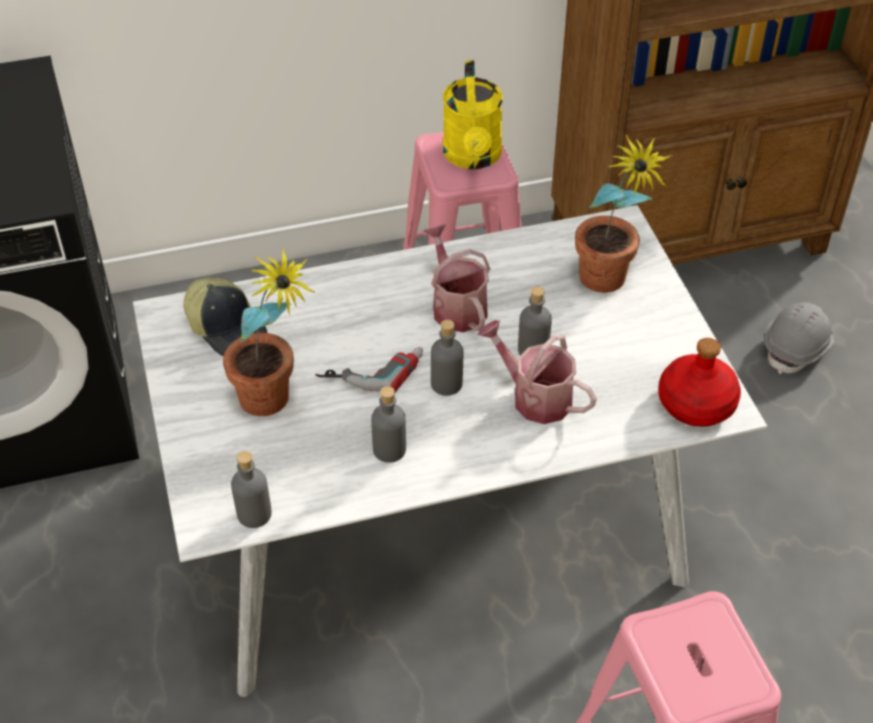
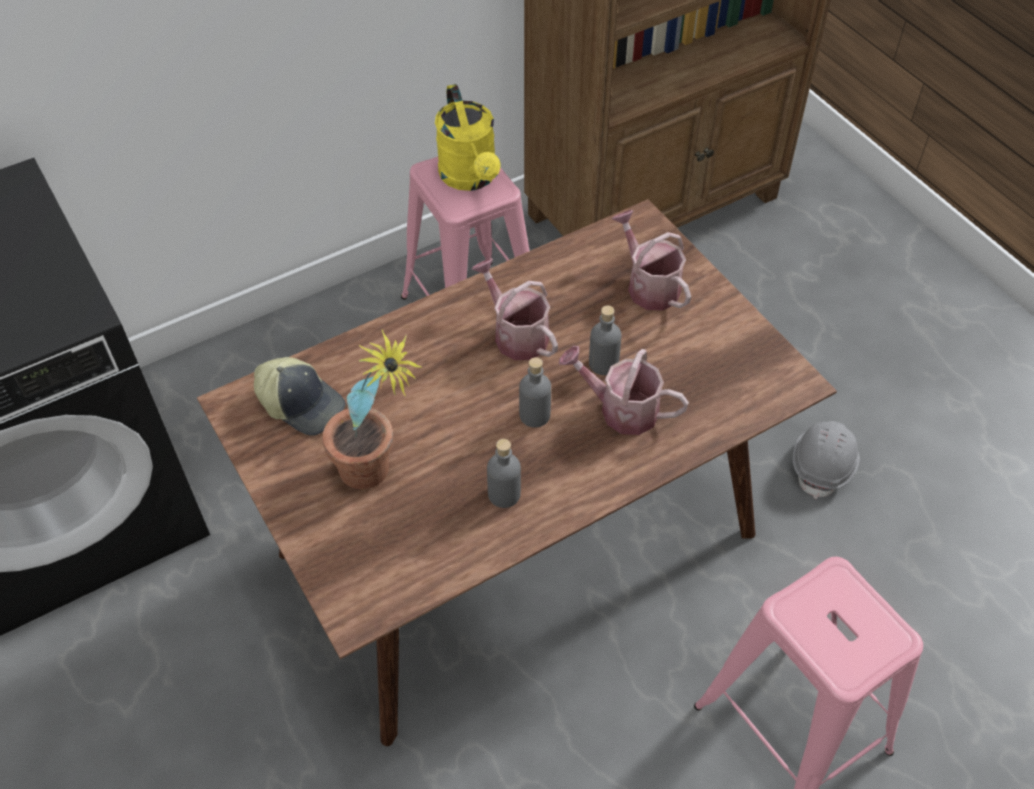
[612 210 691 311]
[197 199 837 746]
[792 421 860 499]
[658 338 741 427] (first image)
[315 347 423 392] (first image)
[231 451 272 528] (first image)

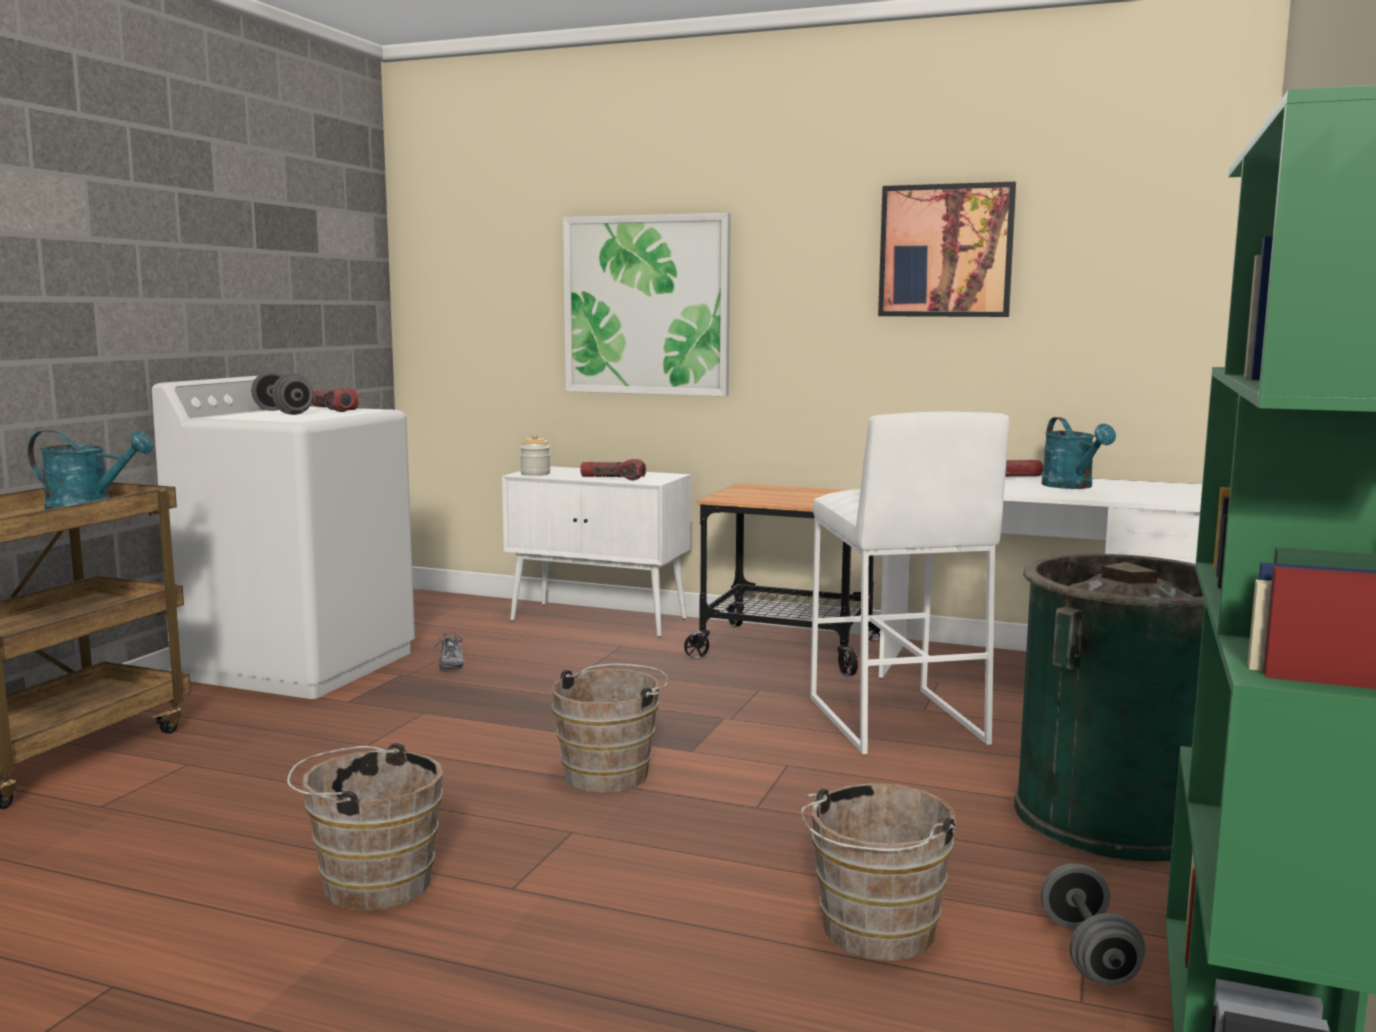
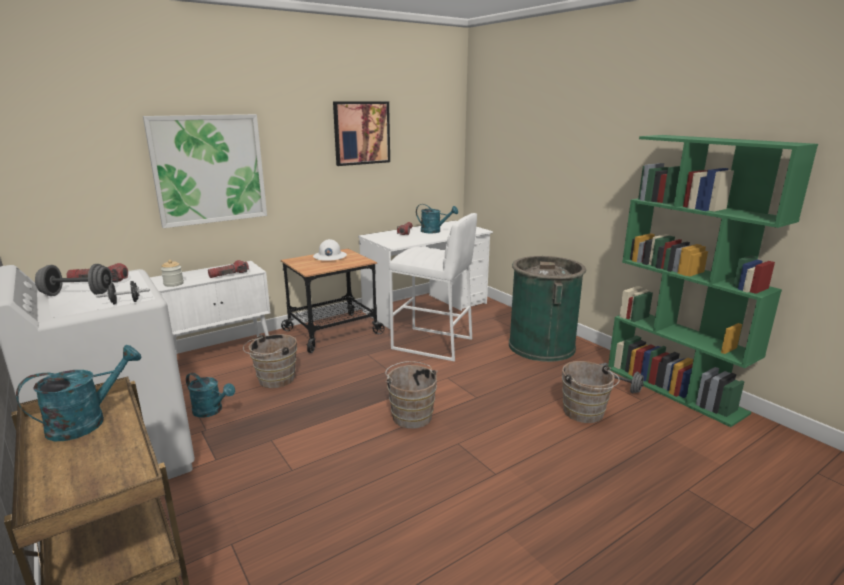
[186 373 235 418]
[243 334 297 388]
[313 239 347 261]
[96 281 150 305]

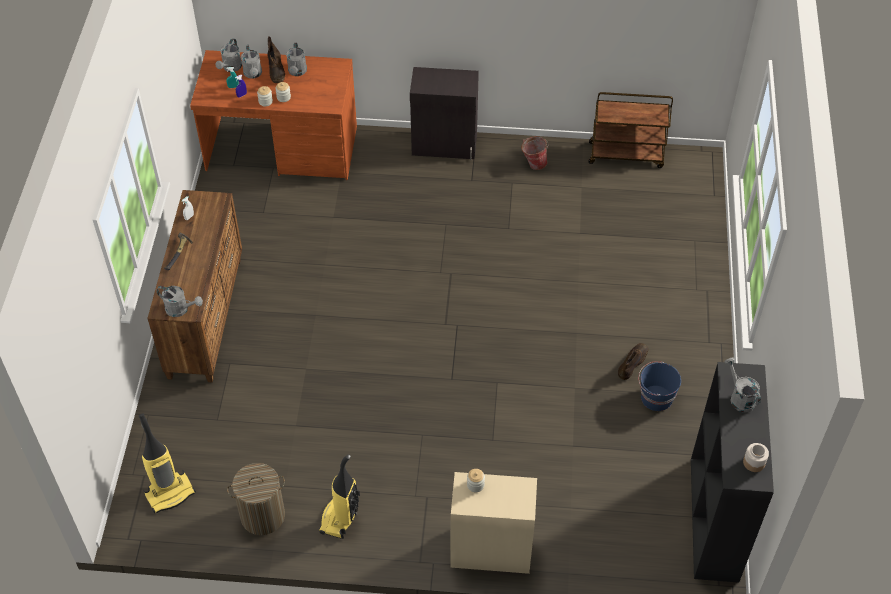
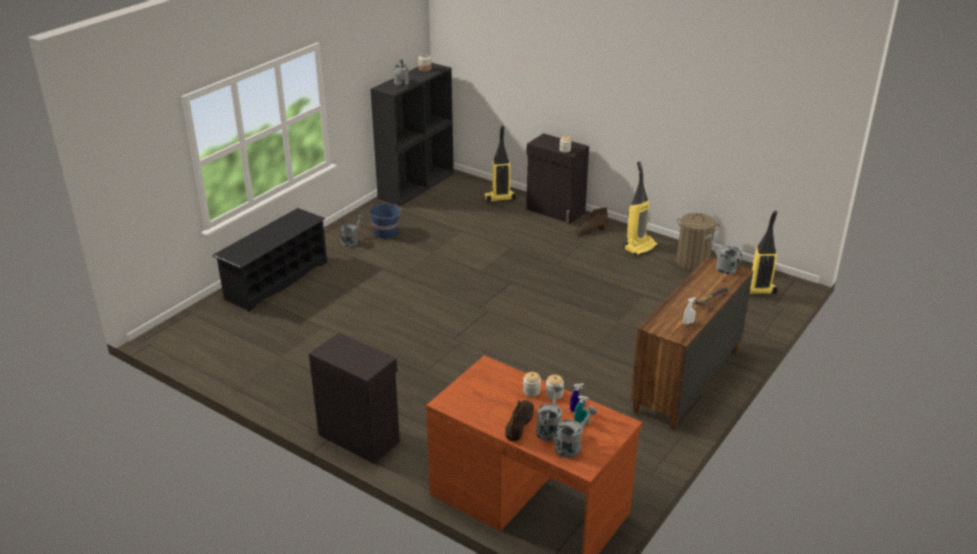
[340 215 364 247]
[588 92 673 168] (first image)
[521 136 549 170] (first image)
[575 208 608 235]
[526 133 589 224]
[483 125 516 203]
[212 208 327 312]

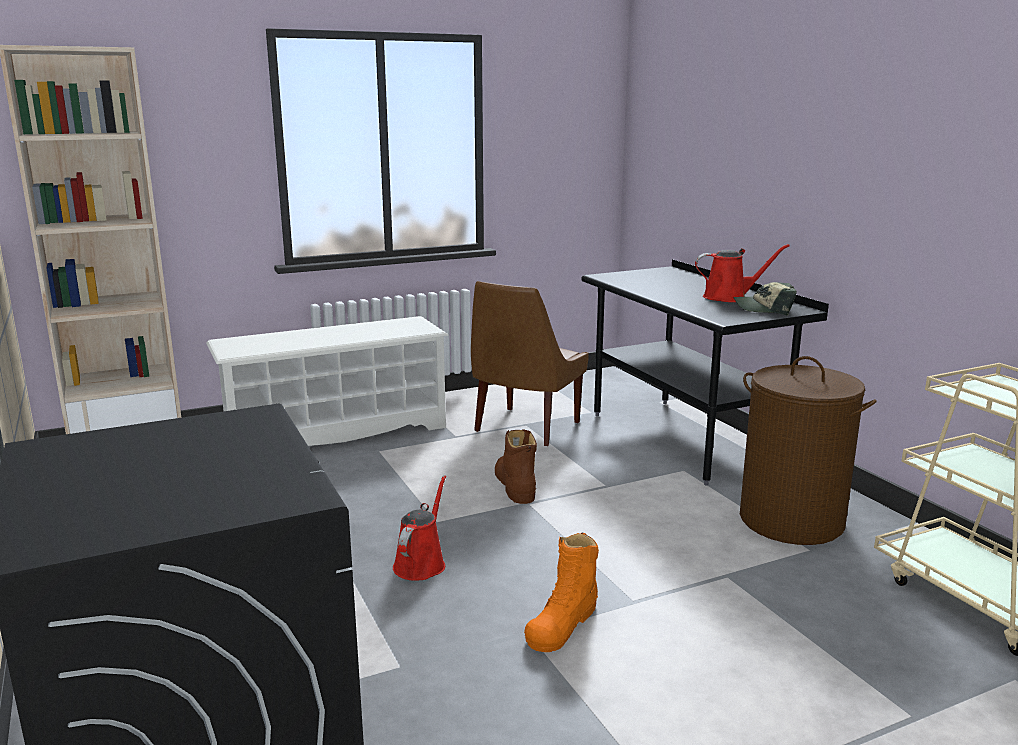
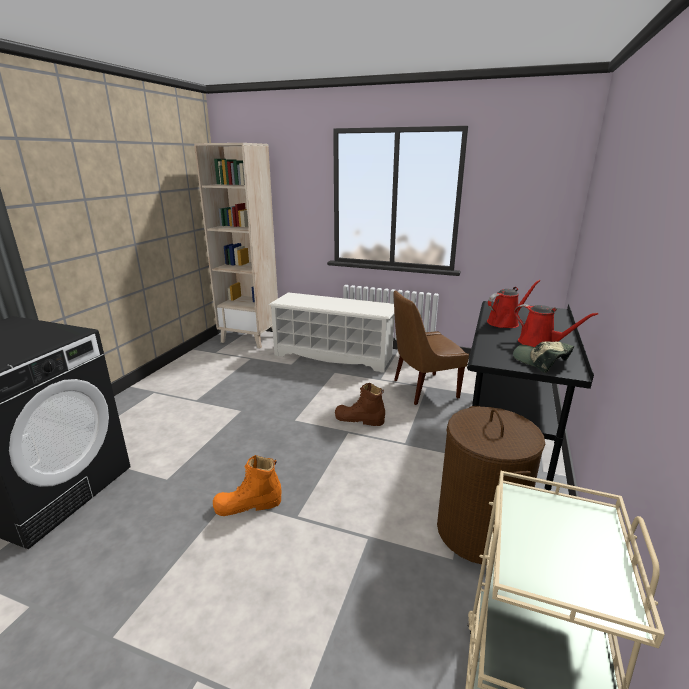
[335 383 385 426]
[487 280 540 328]

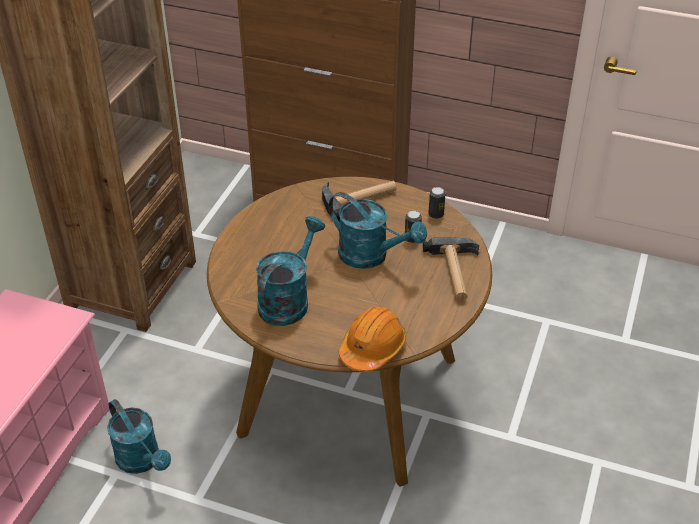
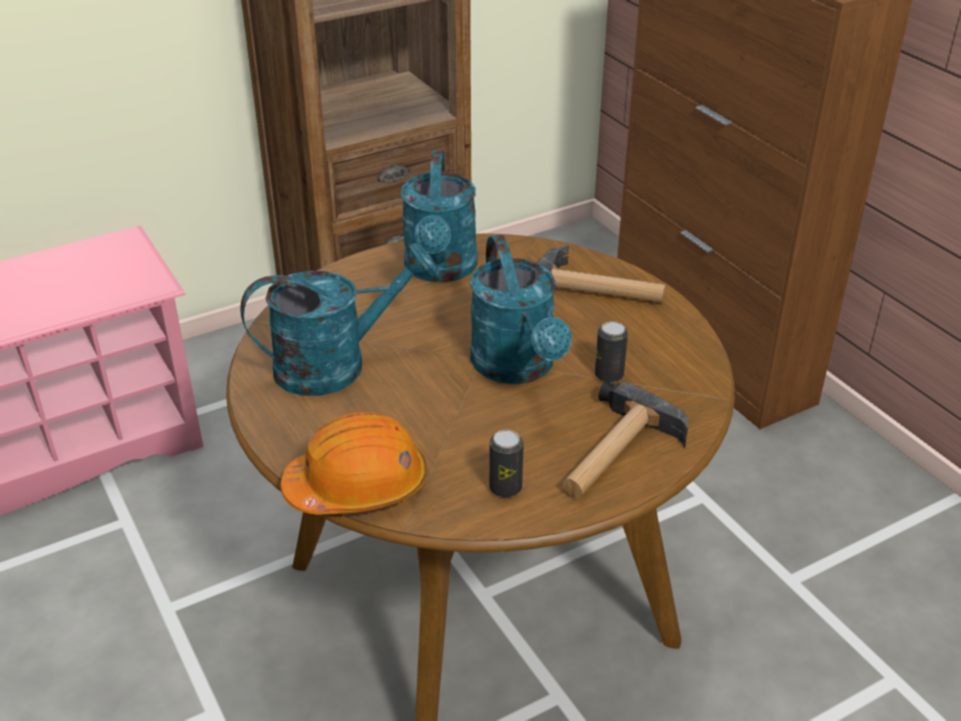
[489 430 524 497]
[401 150 478 283]

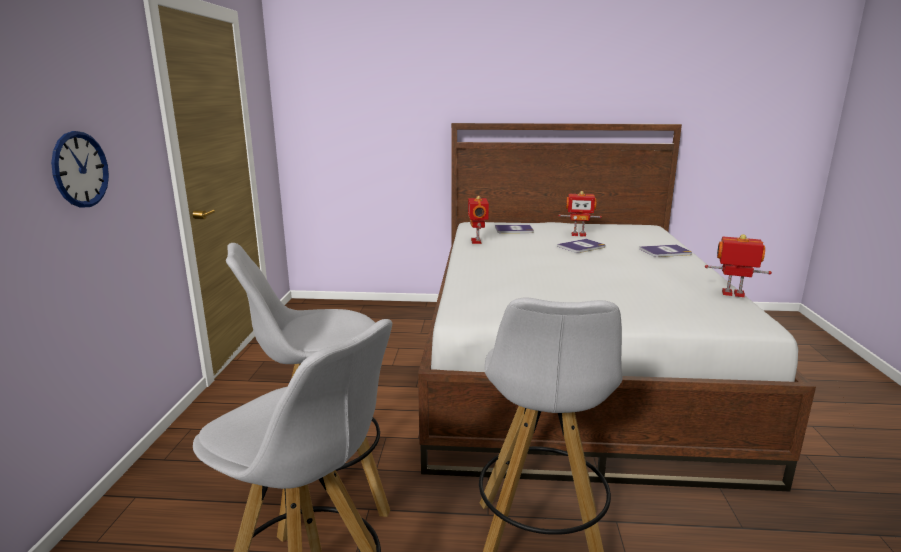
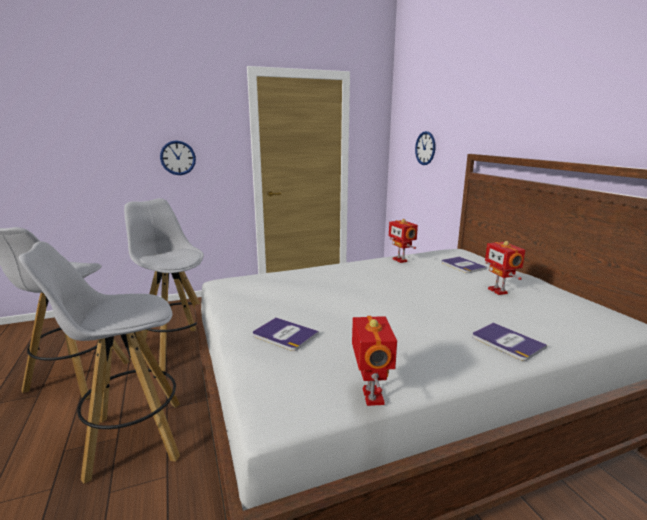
[389 219 418 263]
[253 318 319 351]
[415 131 435 165]

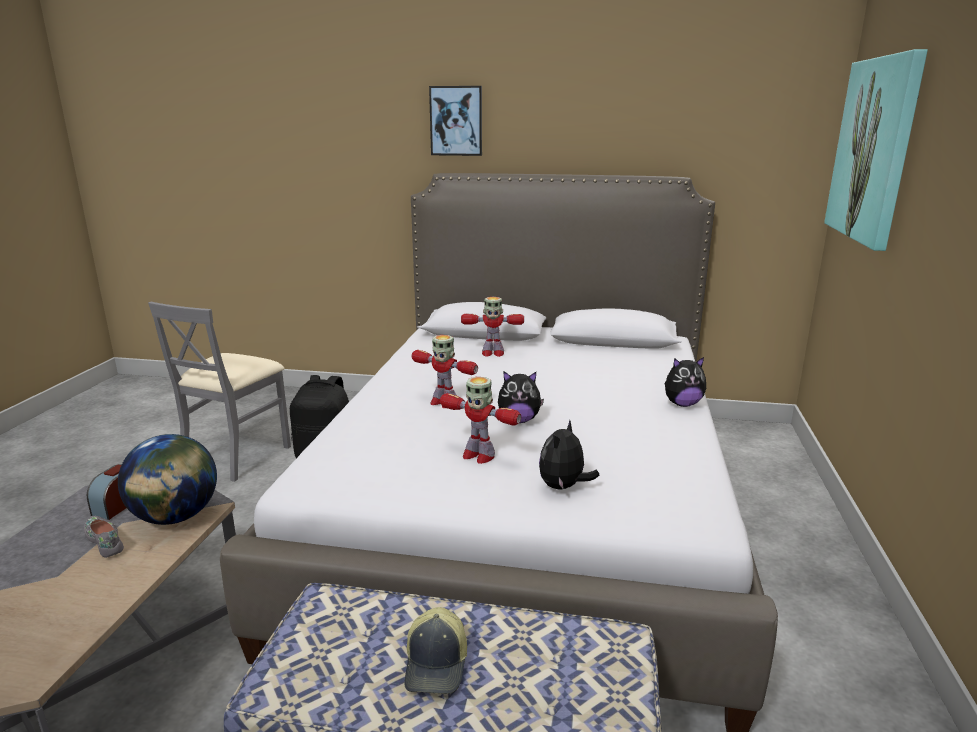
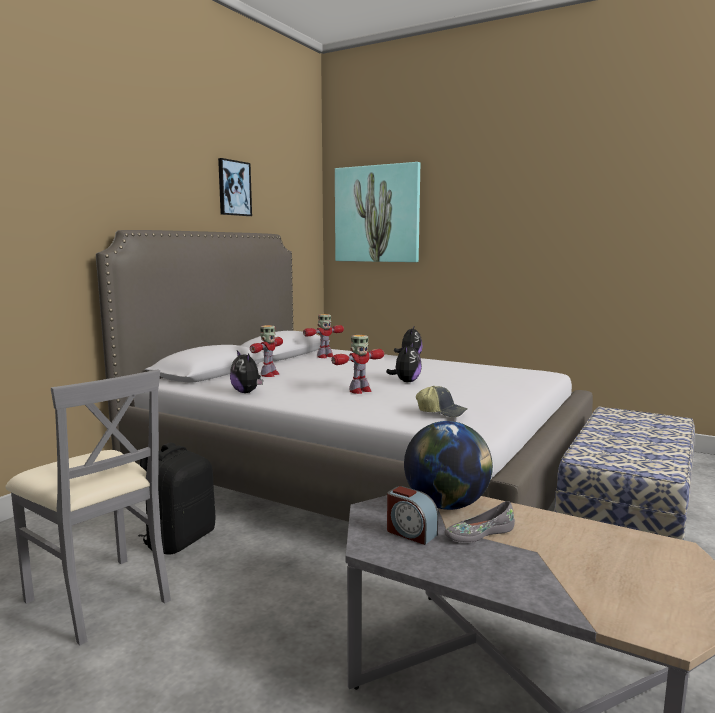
[218 158 252 216]
[303 314 344 358]
[230 351 263 393]
[416 386 467 417]

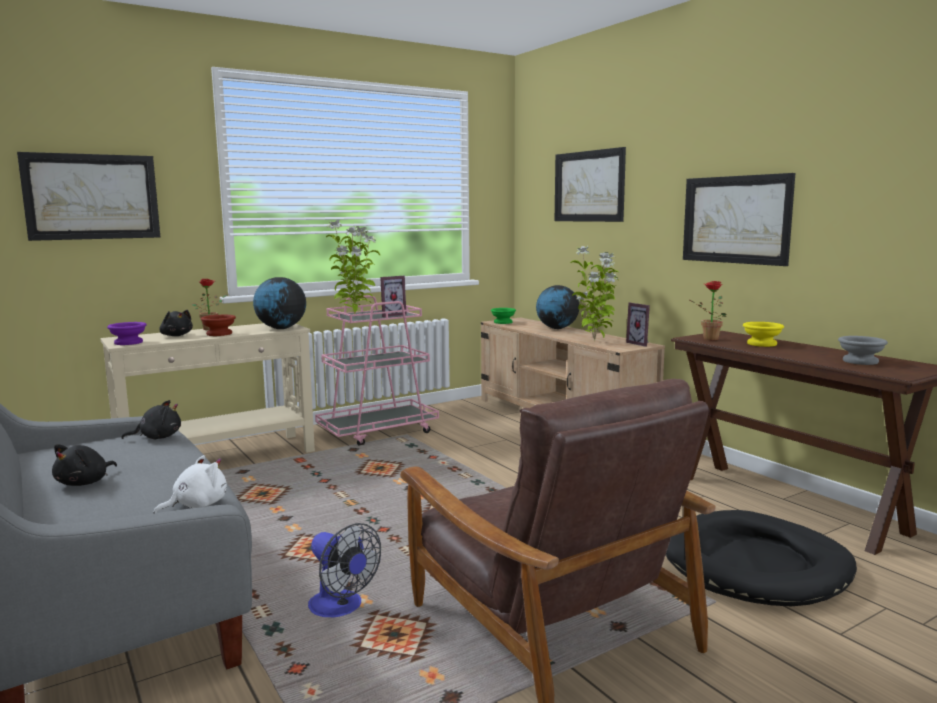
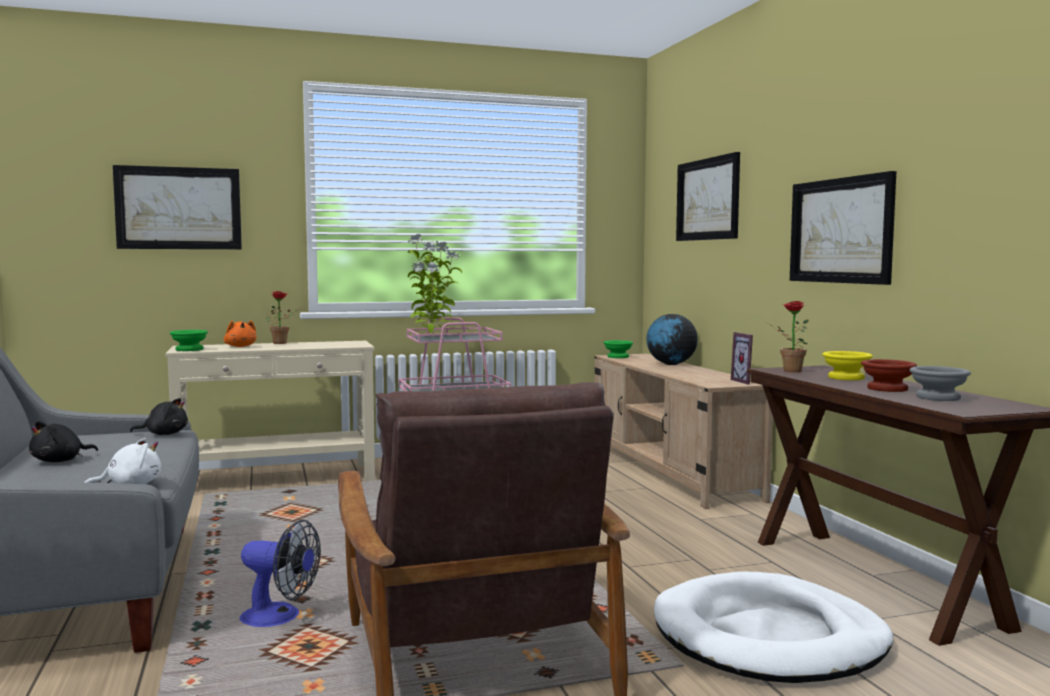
[570 246 619 341] (first image)
[380 276 406 317] (first image)
[253 277 306 329] (first image)
[224 320 257 347]
[861 359 917 392]
[170 330 208 351]
[654 572 893 683]
[239 520 321 627]

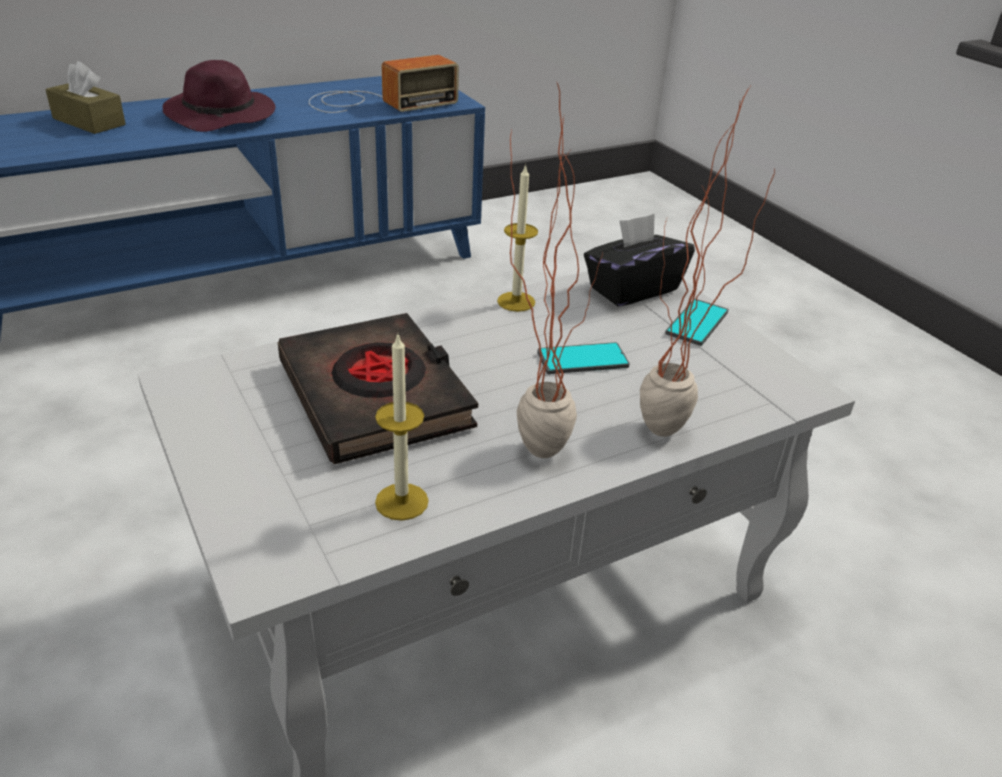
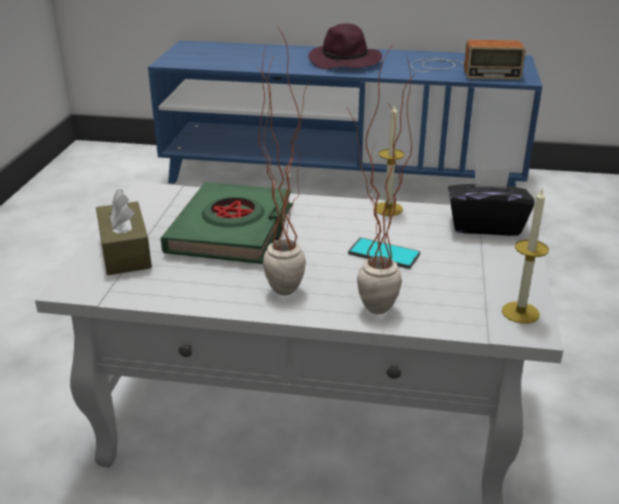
[96 189 152 275]
[665 299 729 346] (first image)
[161 182 292 264]
[502 187 549 324]

